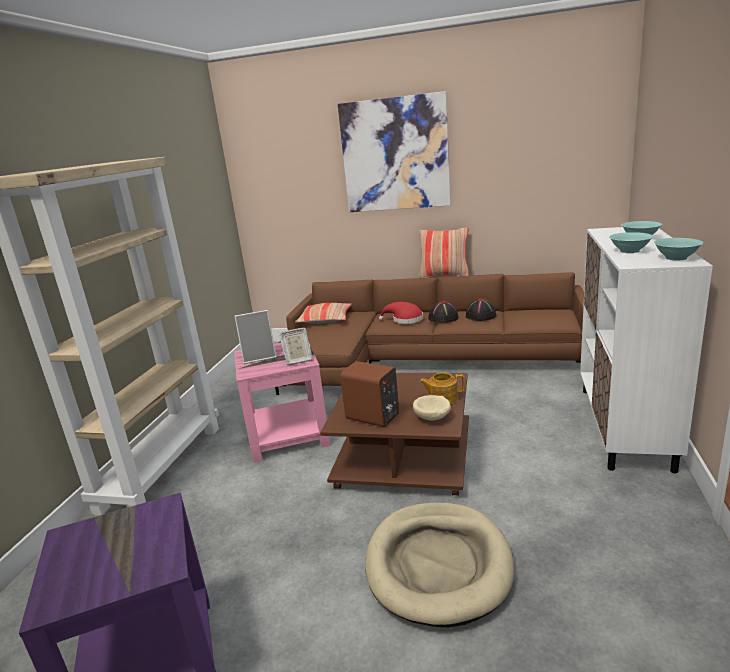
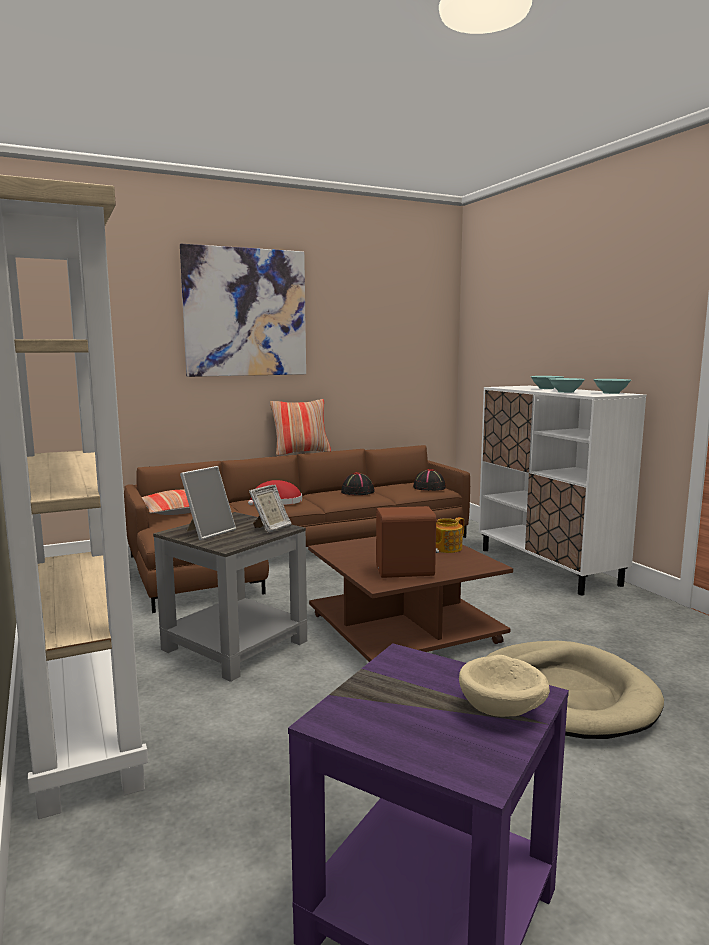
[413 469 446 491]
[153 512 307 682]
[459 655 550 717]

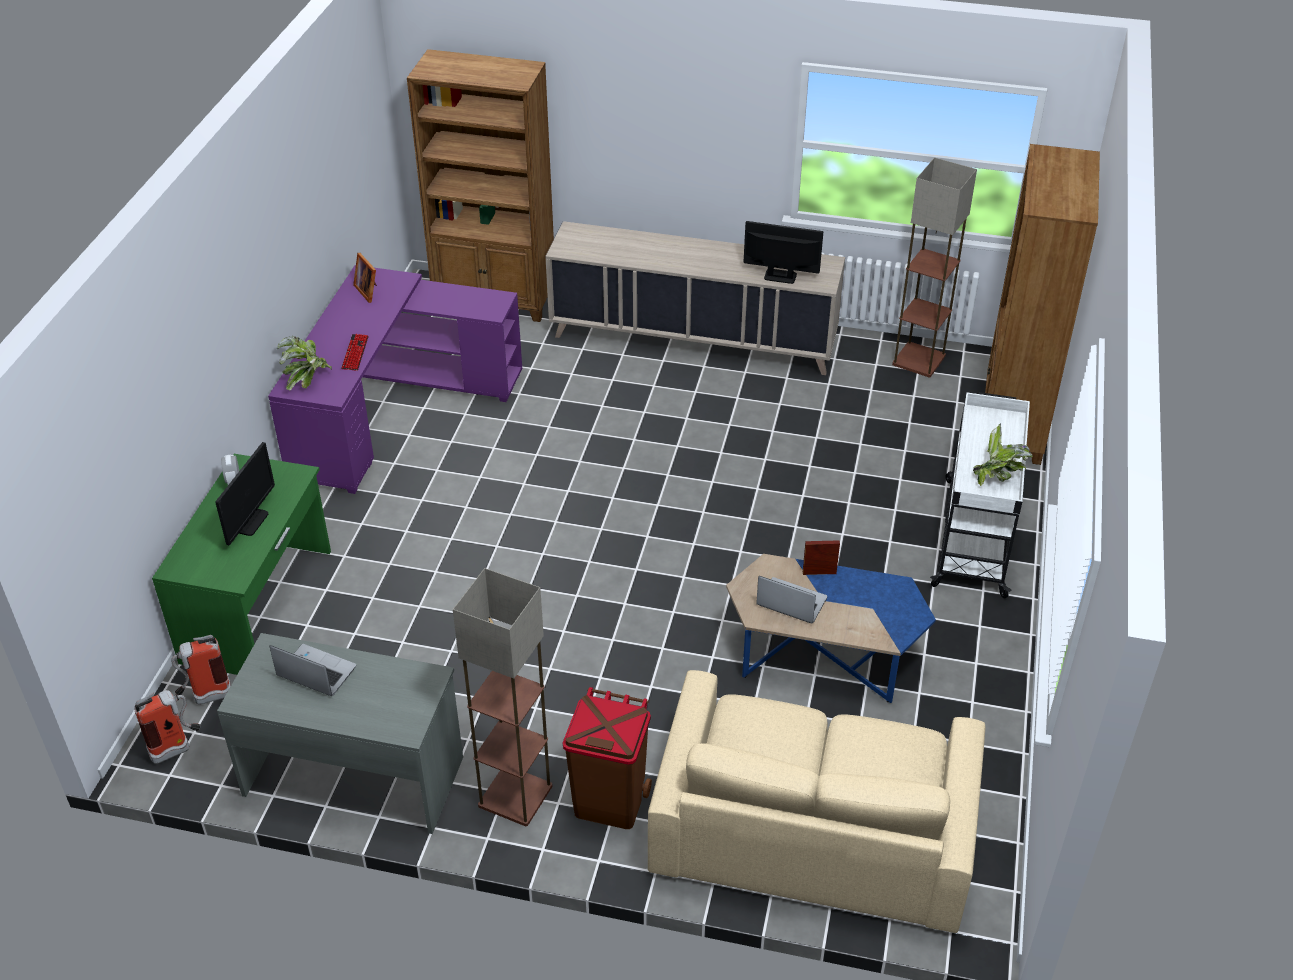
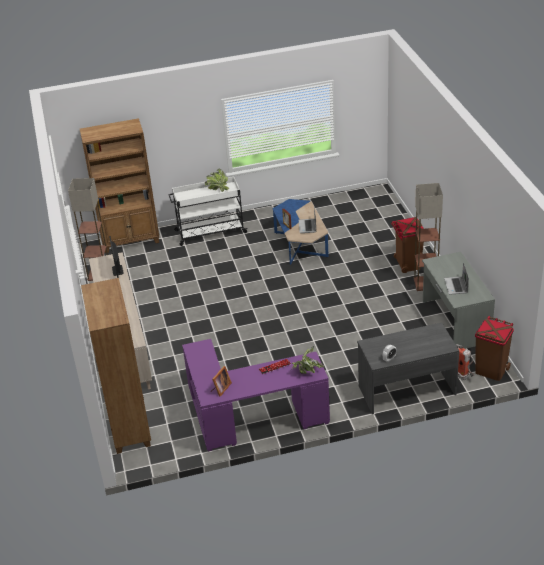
[215 442 275 545] (first image)
[357 322 459 414]
[648 670 985 933] (first image)
[475 316 514 381]

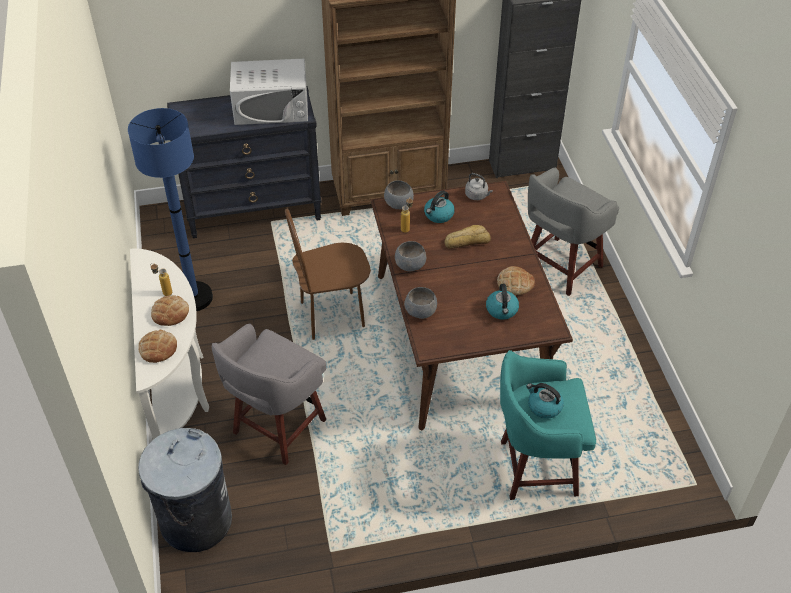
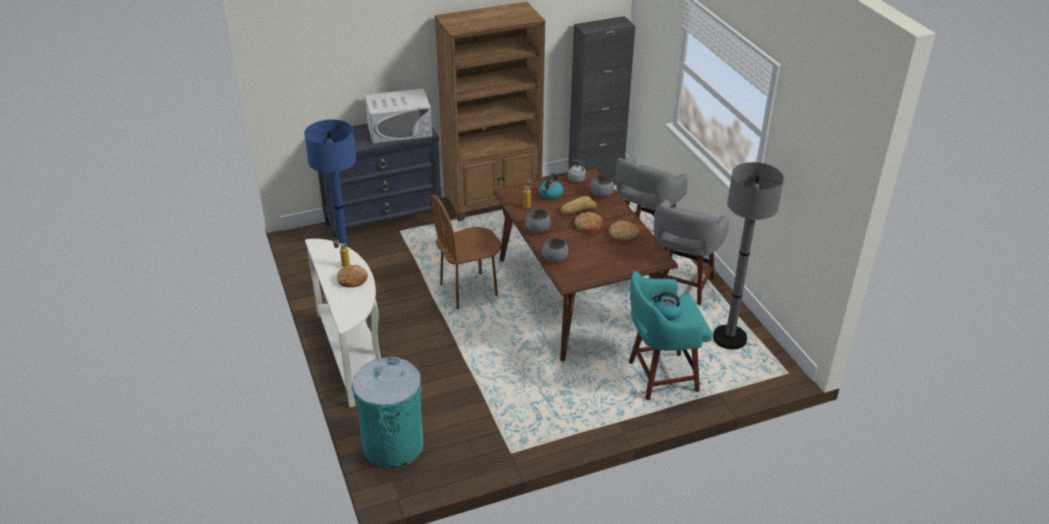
[590 175 614 197]
[486 284 519 320] (first image)
[654 200 729 305]
[575 212 603 232]
[352 356 423 468]
[713 162 784 349]

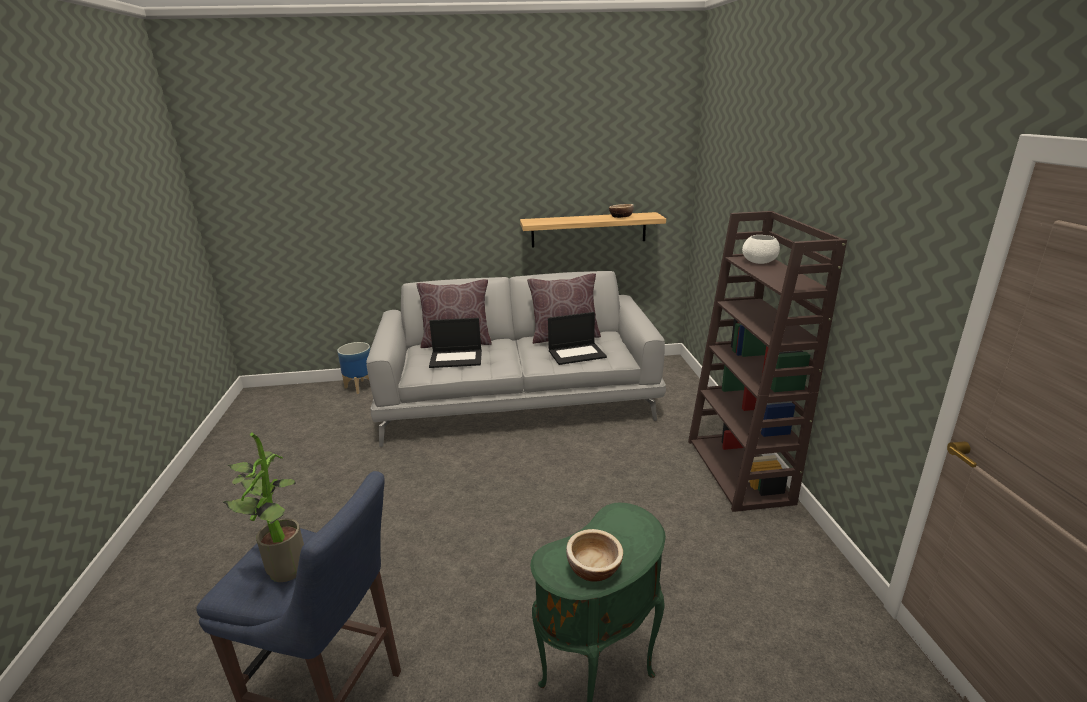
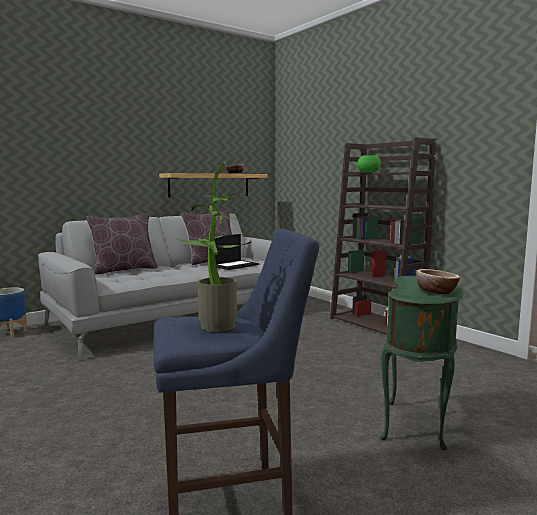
[357 155 381 173]
[429 318 482 368] (first image)

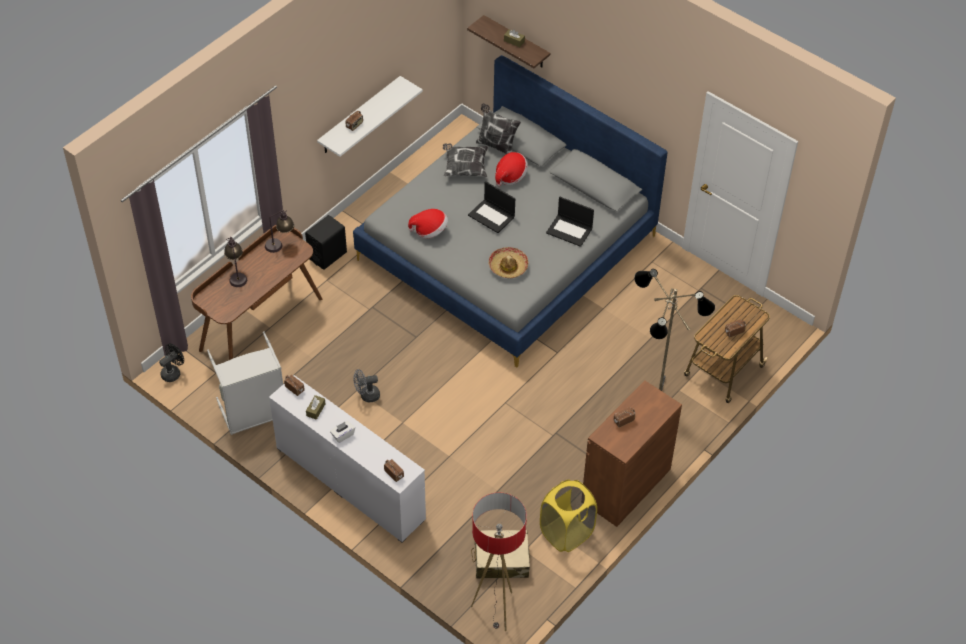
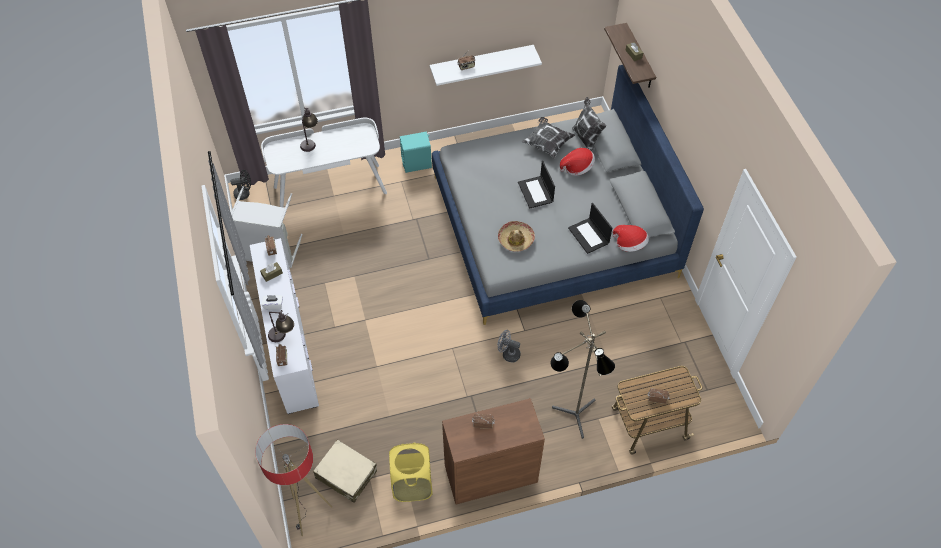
[268 310 294 342]
[613 225 649 252]
[400 132 432 173]
[261 117 387 207]
[497 330 521 362]

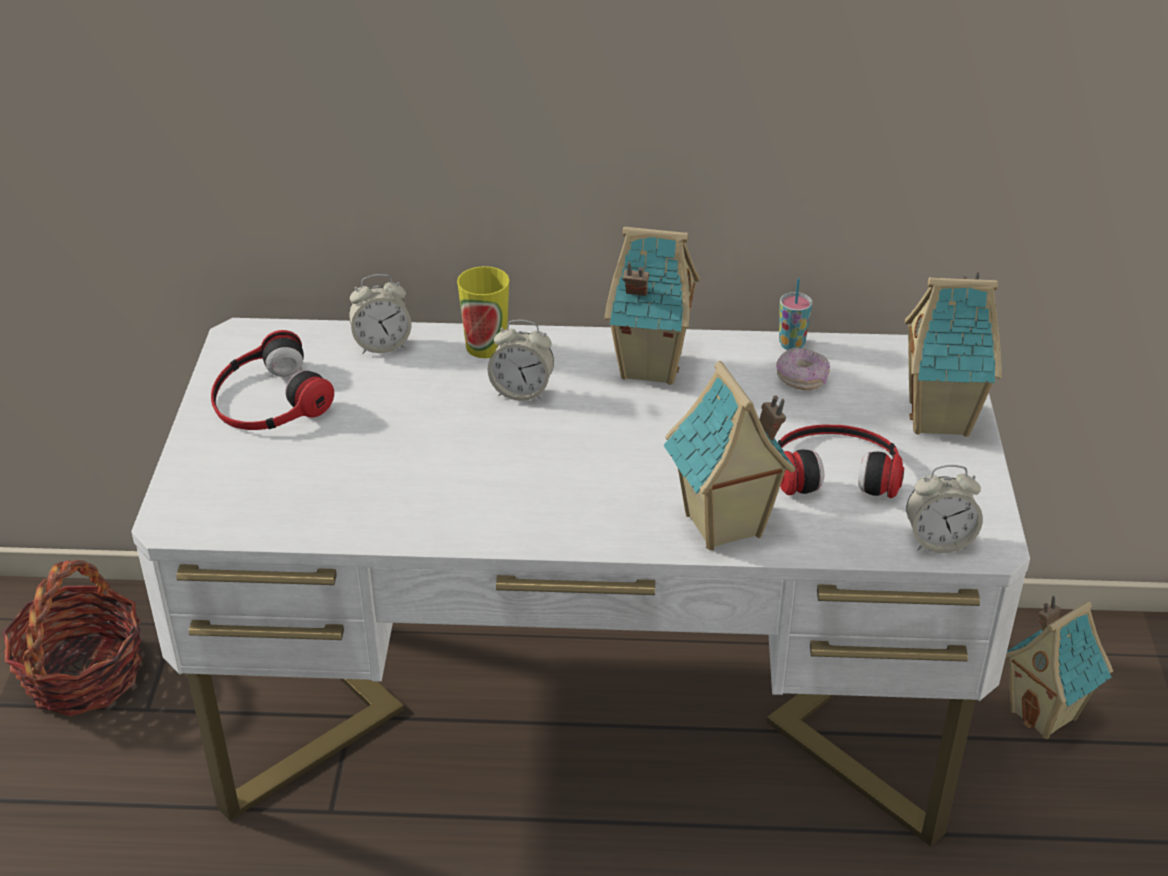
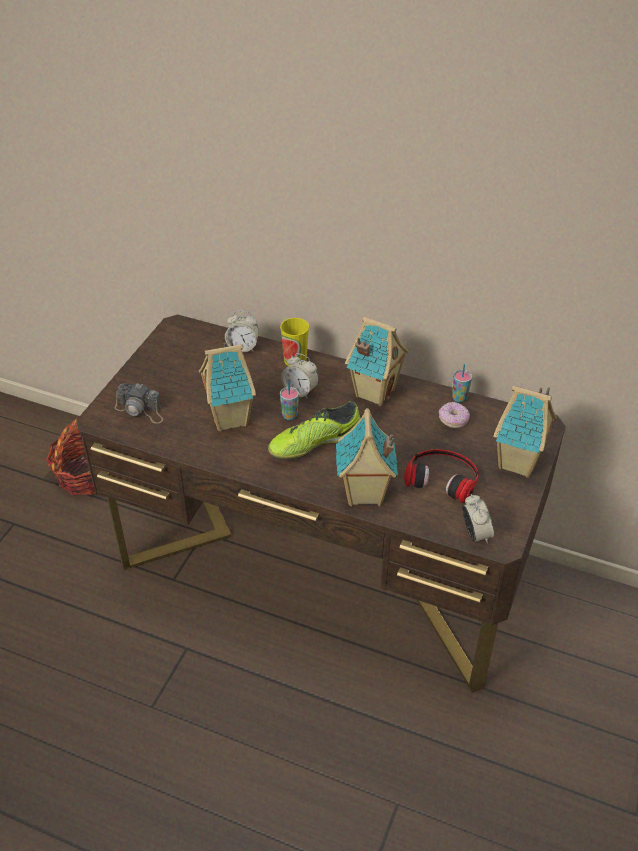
[76 315 566 693]
[211 330 334 430] (first image)
[462 494 494 543]
[199 339 256 432]
[280 381 299 420]
[115 383 163 424]
[268 401 360 460]

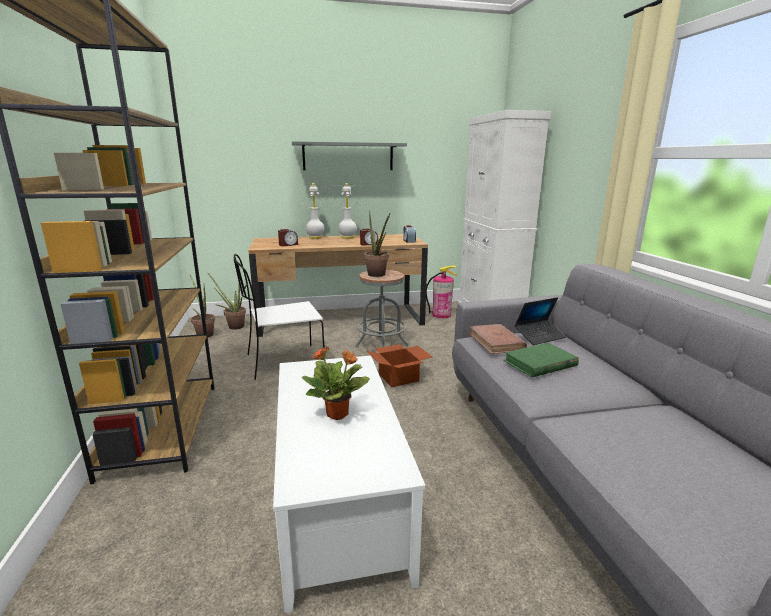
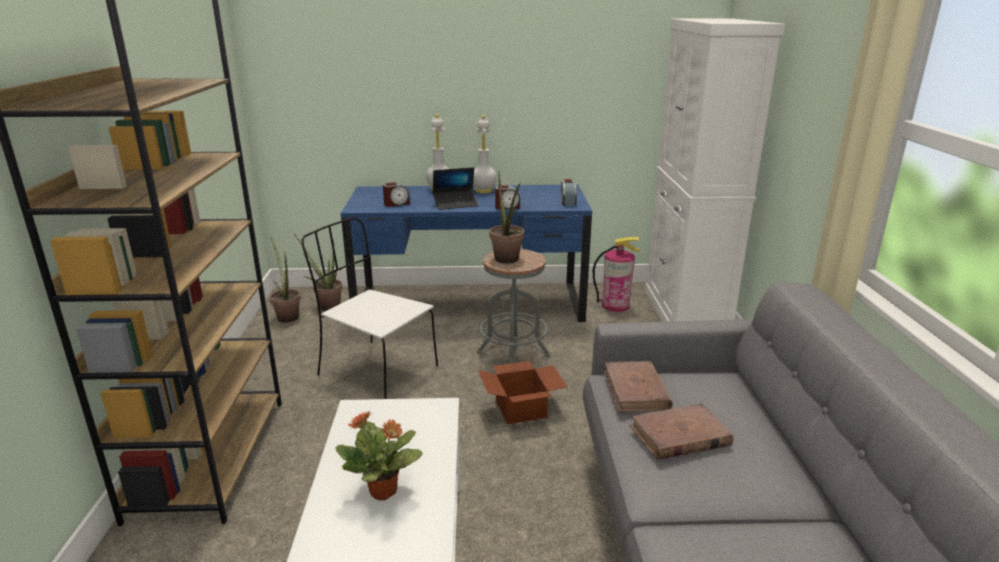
[292 141 407 170] (first image)
[341 185 592 322]
[301 217 438 399]
[433 167 479 210]
[629 403 733 460]

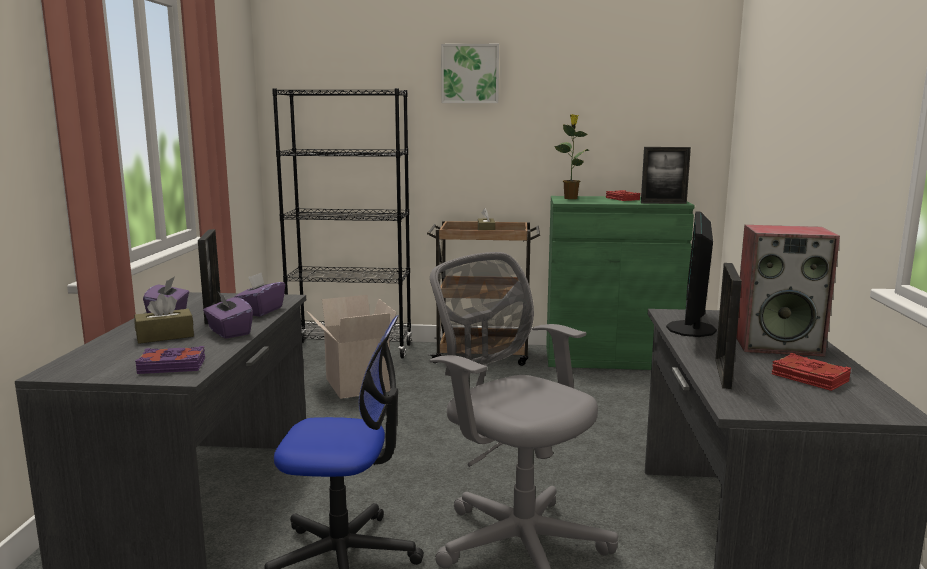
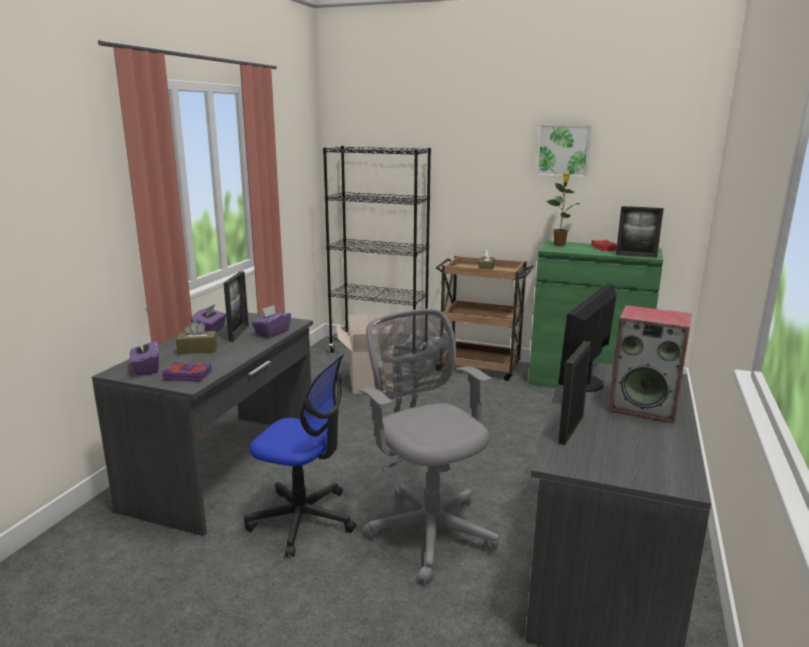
[536 125 591 177]
[130 337 159 375]
[772 353 851 391] (first image)

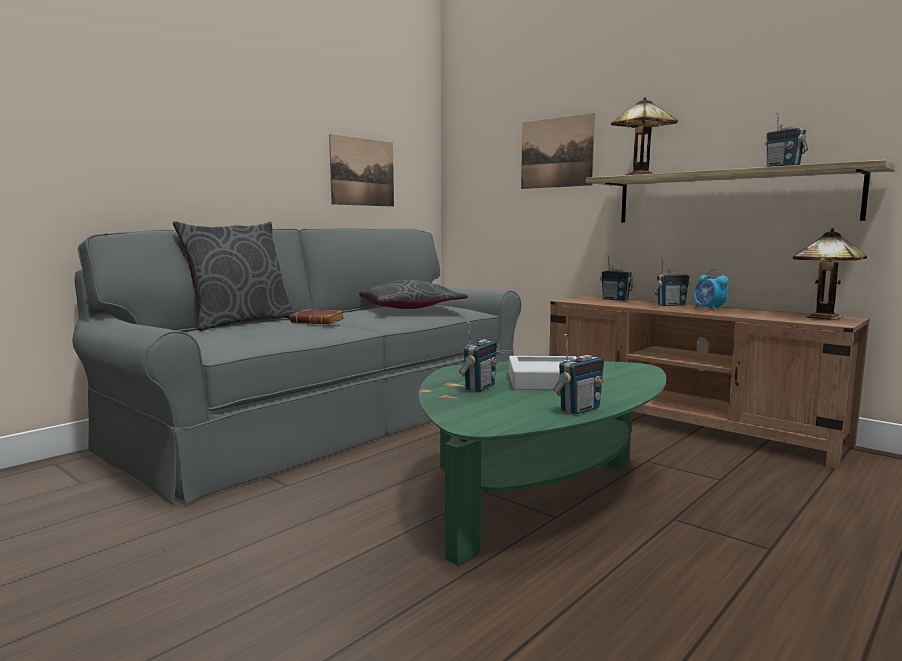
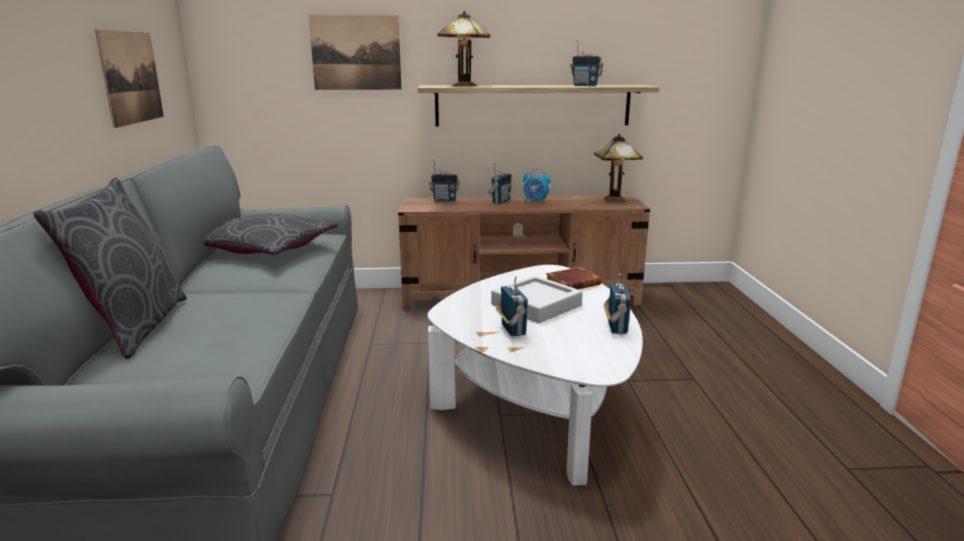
[546 267 601 289]
[427 265 643 486]

